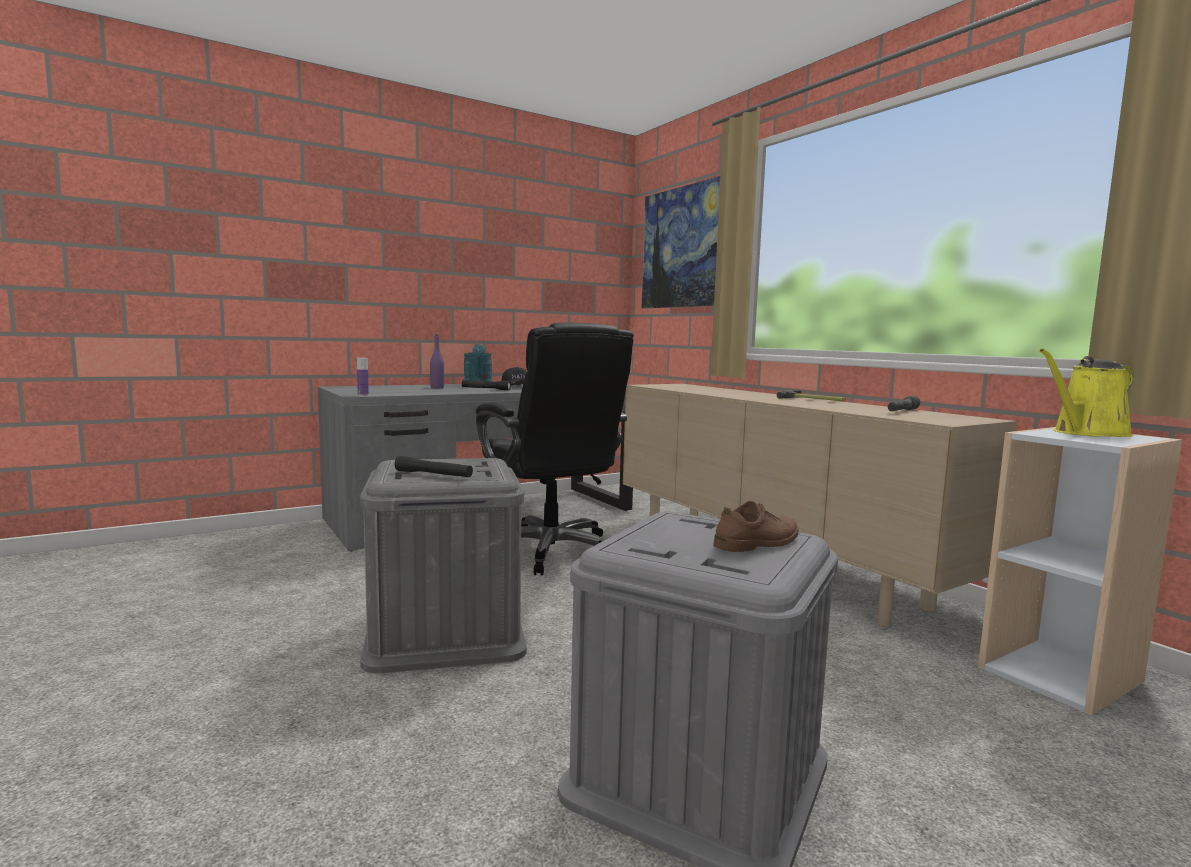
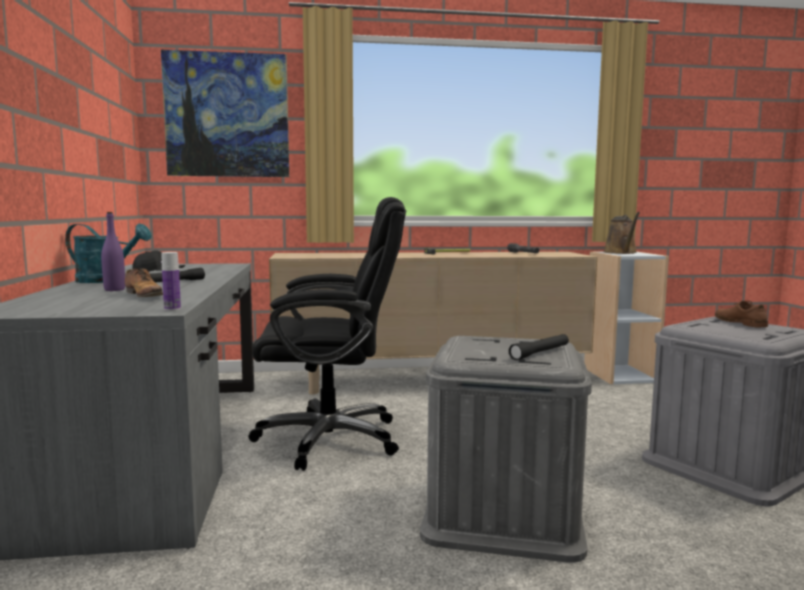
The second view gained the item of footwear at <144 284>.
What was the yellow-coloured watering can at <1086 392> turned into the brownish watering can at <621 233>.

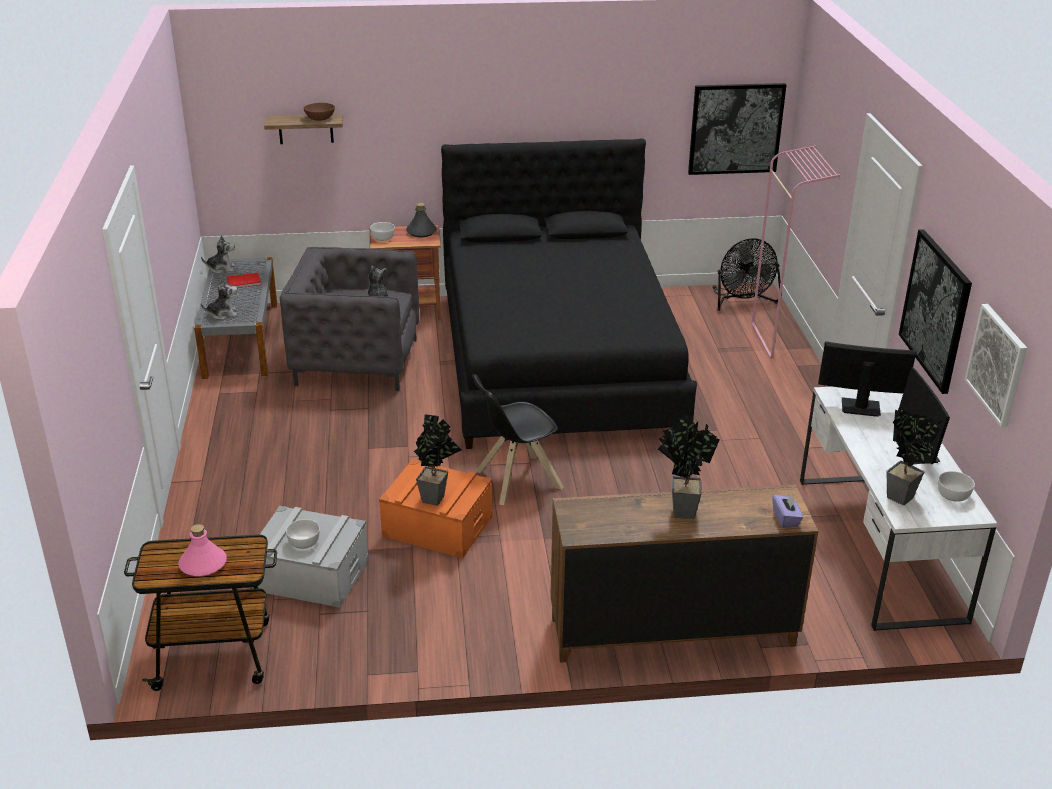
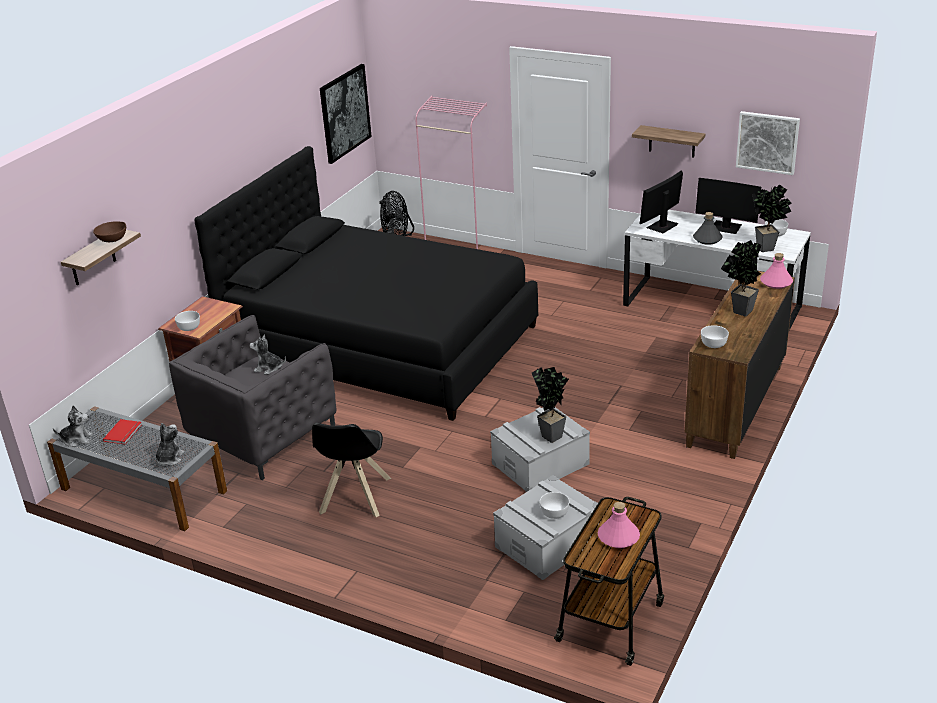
The soft toy at <218 254> ended up facing another way, 60 degrees clockwise from before.
The blackish upright chair ended up elsewhere, having gone from <517 439> to <351 470>.
What was the orange storage bin at <436 508> turned into the gray storage bin at <540 449>.
Where the wall picture hung at <935 311>, the bracket shelf came to hang at <668 141>.
The gray bottle ended up elsewhere, having gone from <421 220> to <708 228>.
The second view gained the white bowl at <715 336>.
Where the purplish tissue holder stood at <787 511>, the pink-coloured bottle came to stand at <776 271>.

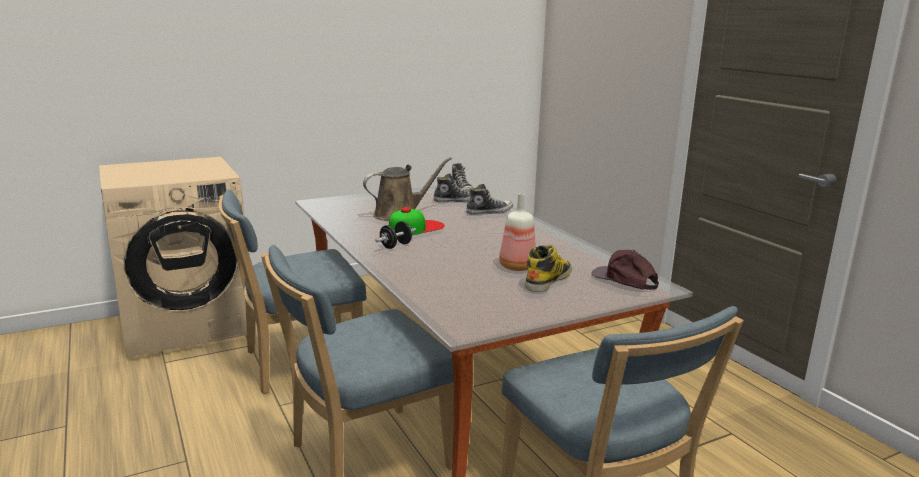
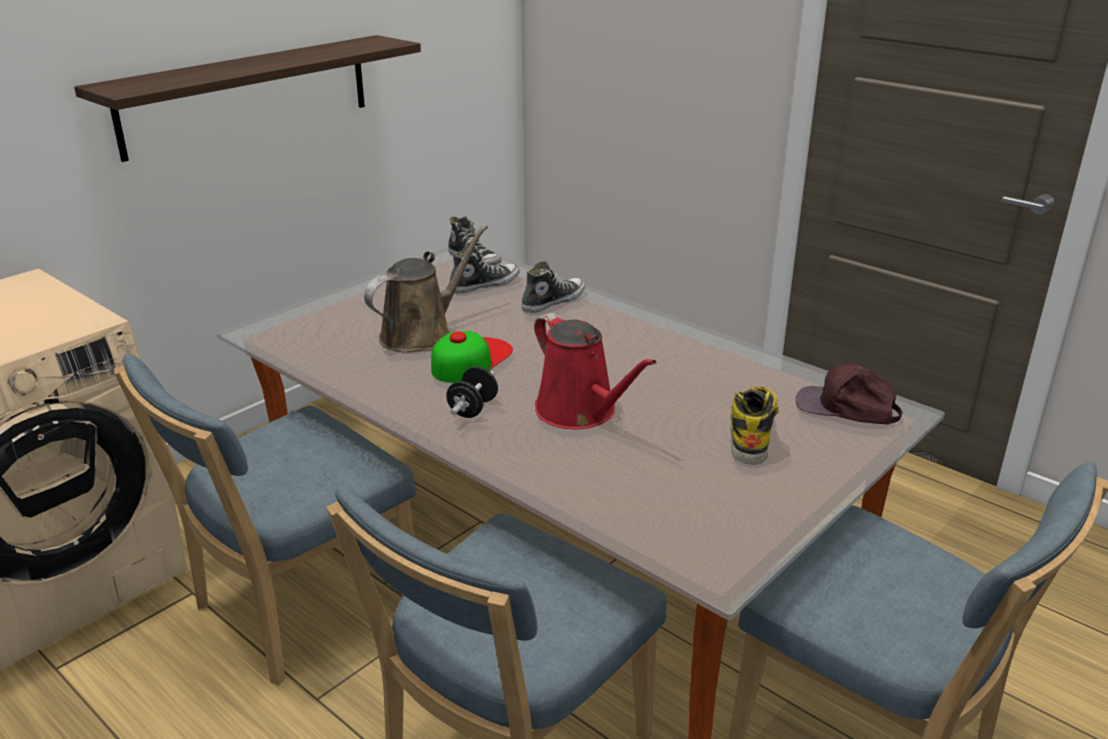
The second view gained the bracket shelf at <247 98>.
The second view gained the red watering can at <595 371>.
The second view lost the bottle at <517 232>.

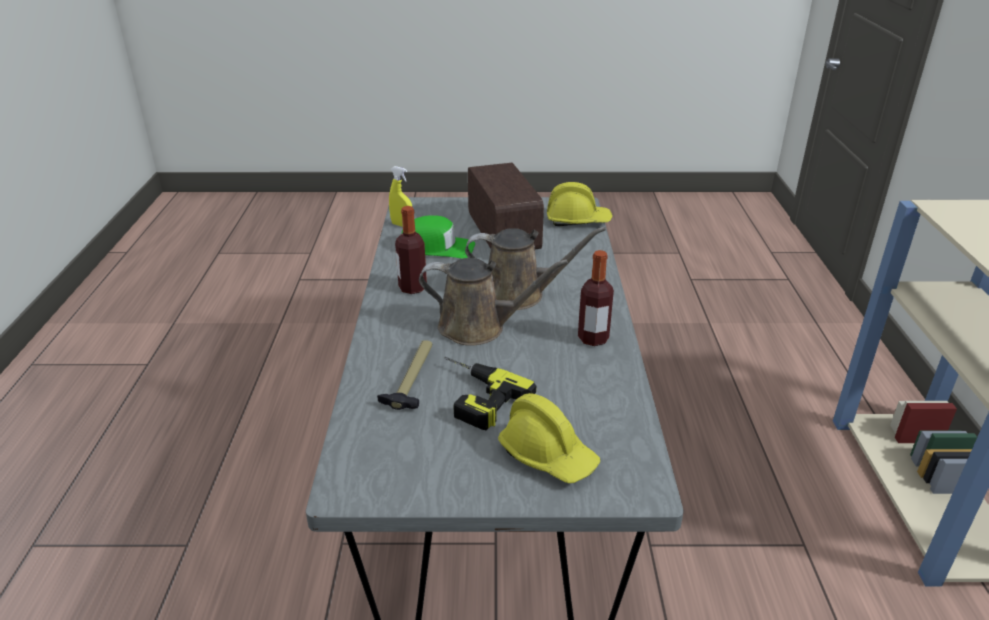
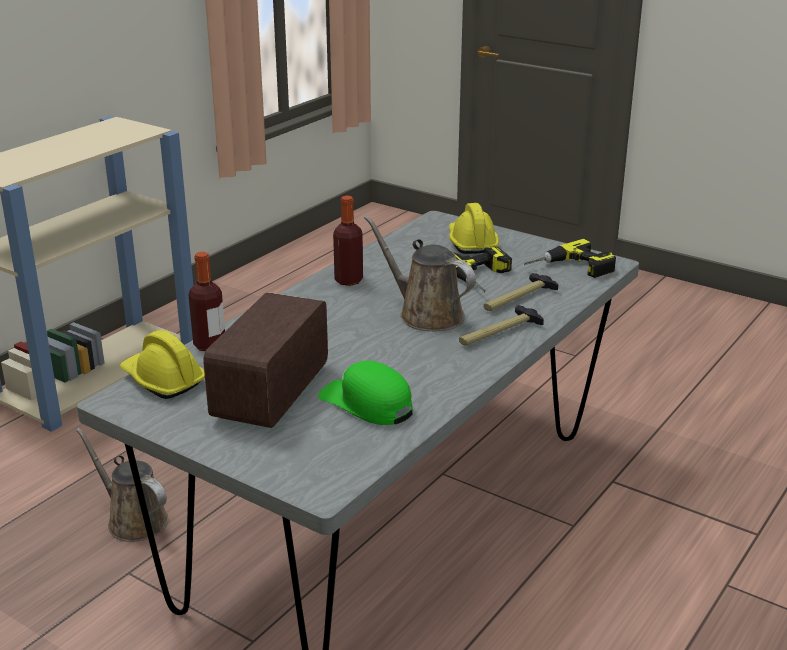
The brownish watering can ended up elsewhere, having gone from <535 268> to <122 485>.
The bottle ended up elsewhere, having gone from <411 250> to <206 301>.
The second view gained the tool hammer at <501 326>.
The second view gained the power drill at <570 258>.
The second view lost the yellow-coloured hand sprayer at <400 196>.

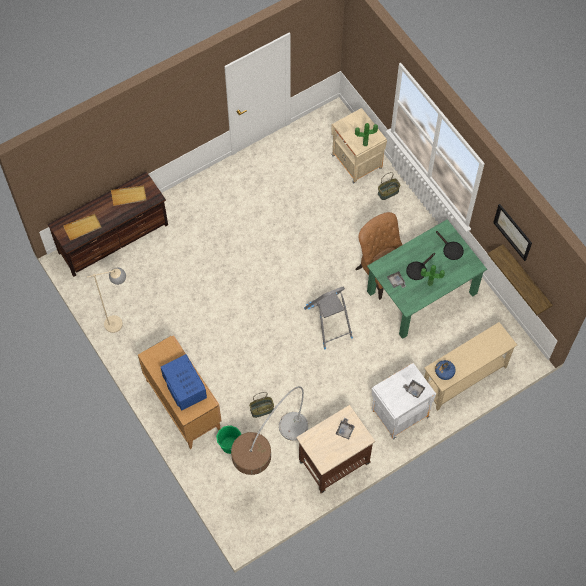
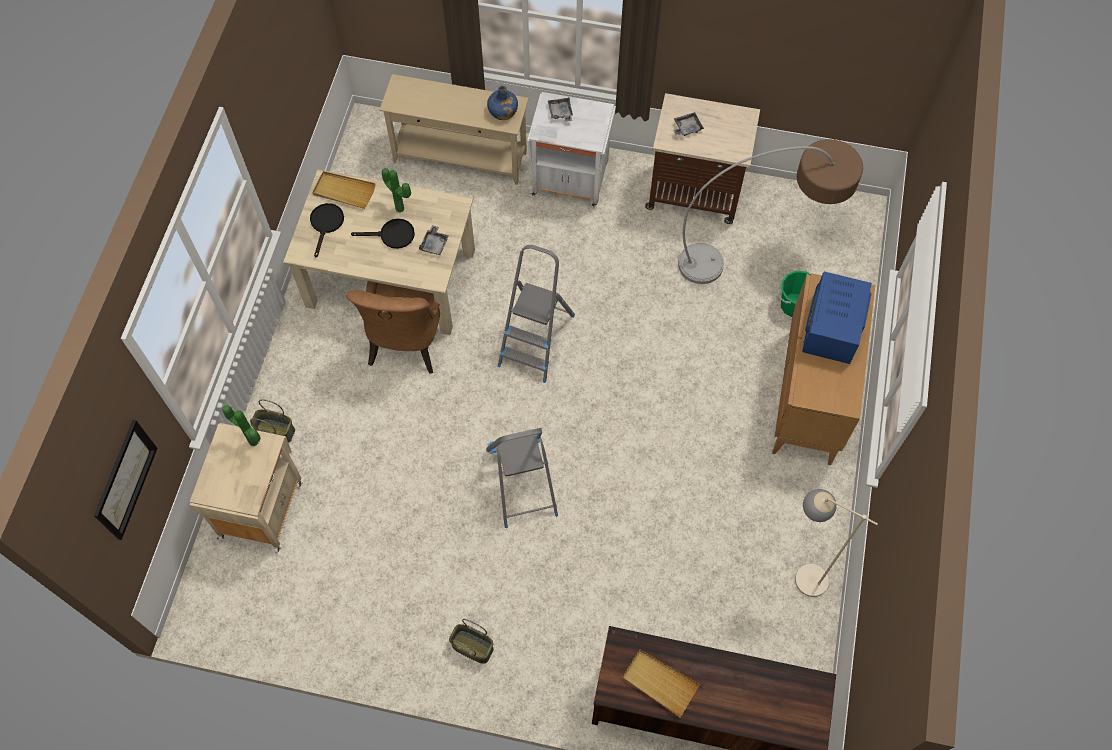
The wall picture ended up elsewhere, having gone from <512 232> to <126 480>.
What was the greenish dining table at <427 279> turned into the sand-coloured dining table at <379 252>.
The sand-coloured tray ended up elsewhere, having gone from <82 227> to <344 190>.
The basket ended up elsewhere, having gone from <261 405> to <471 641>.
The second view gained the gray stepladder at <522 478>.
The second view lost the bracket shelf at <520 279>.

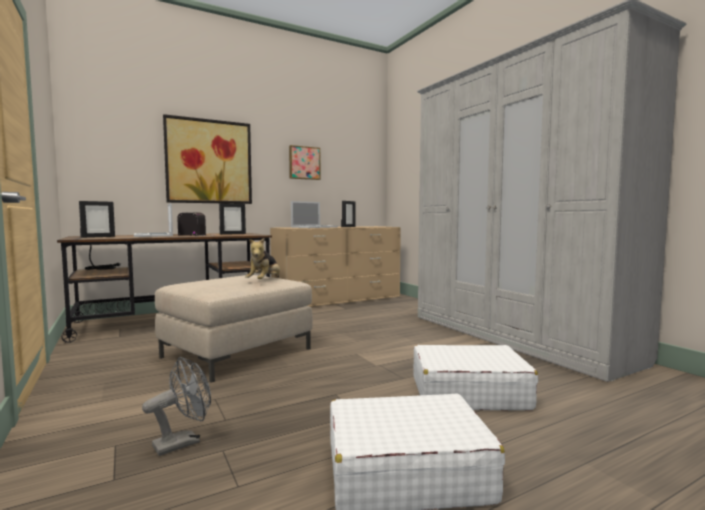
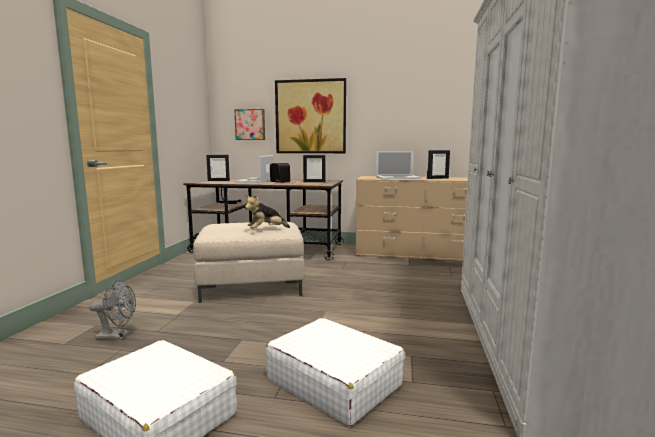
The wall picture ended up elsewhere, having gone from <305 162> to <249 124>.

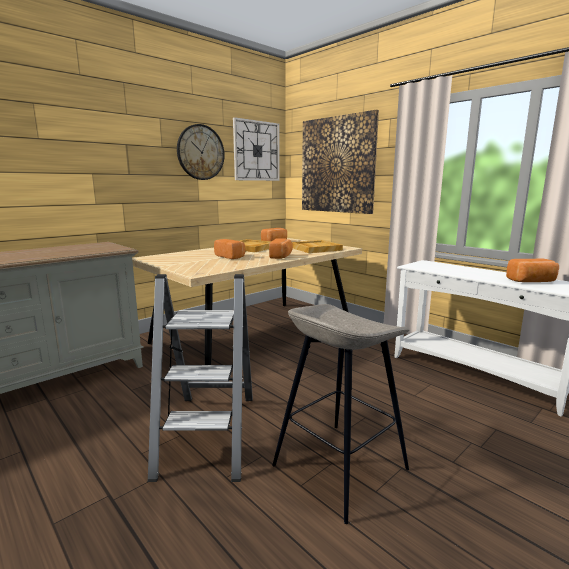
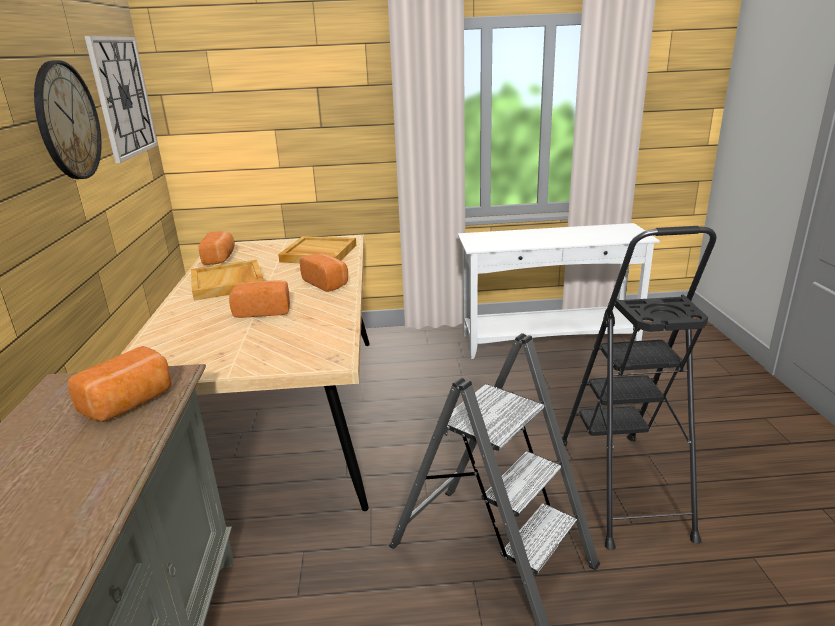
The baked bread ended up elsewhere, having gone from <532 270> to <120 384>.
Where the gray sitting stool stood at <341 414>, the stepladder came to stand at <639 388>.
The second view lost the wall picture at <340 162>.

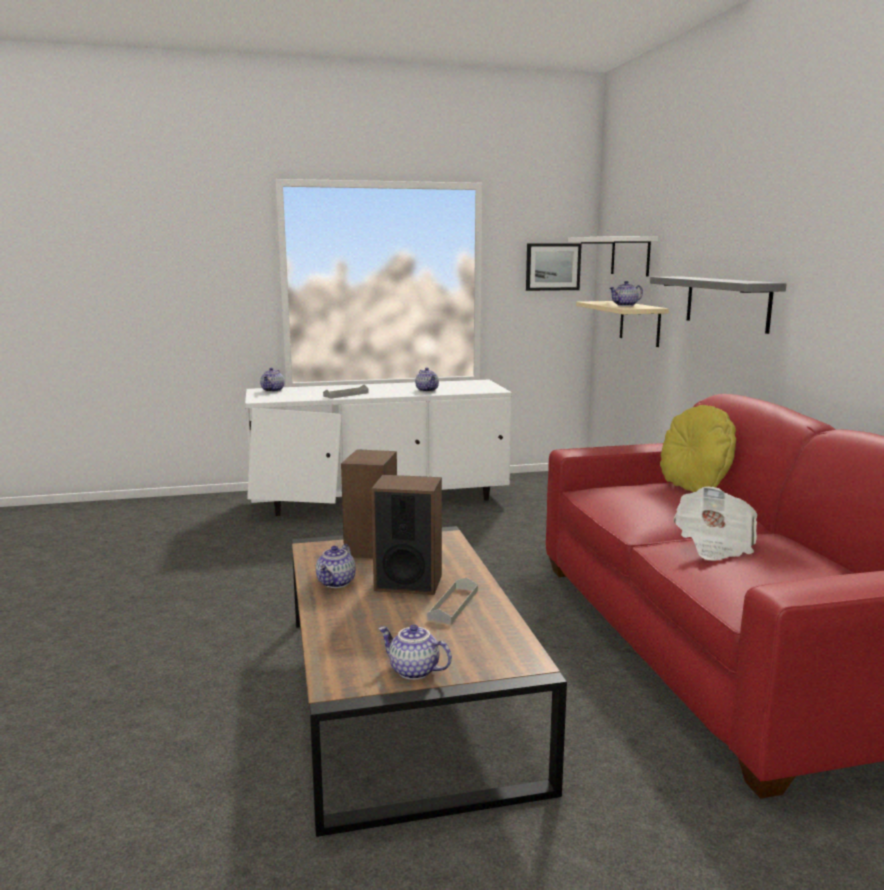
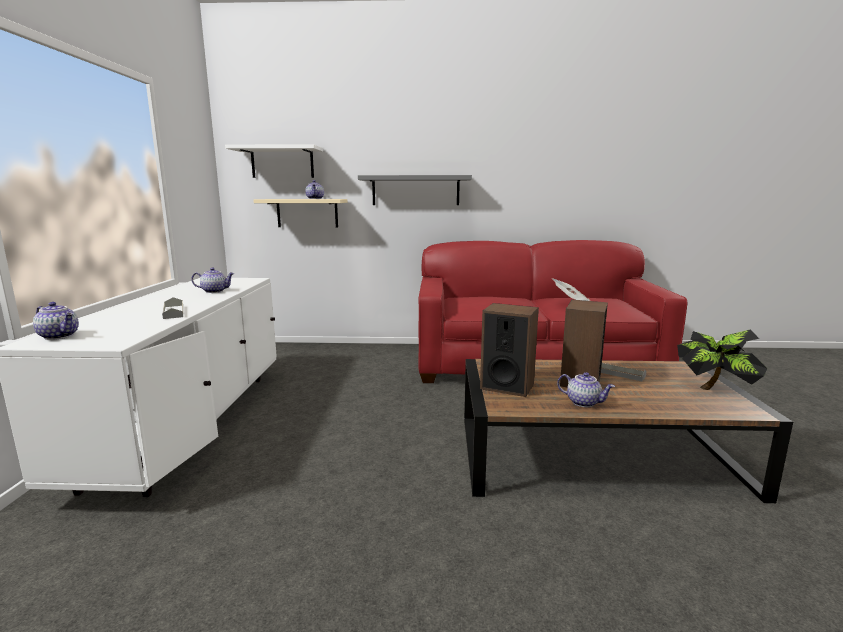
Where the tea pot stood at <415 652>, the houseplant came to stand at <722 359>.
The second view lost the wall picture at <554 267>.
The second view lost the yellow-coloured pillow at <698 448>.

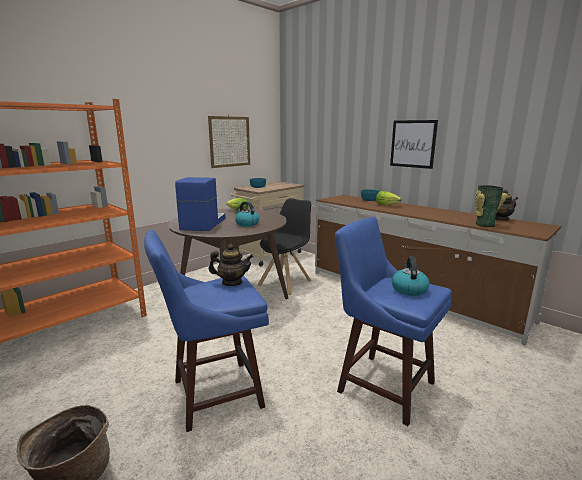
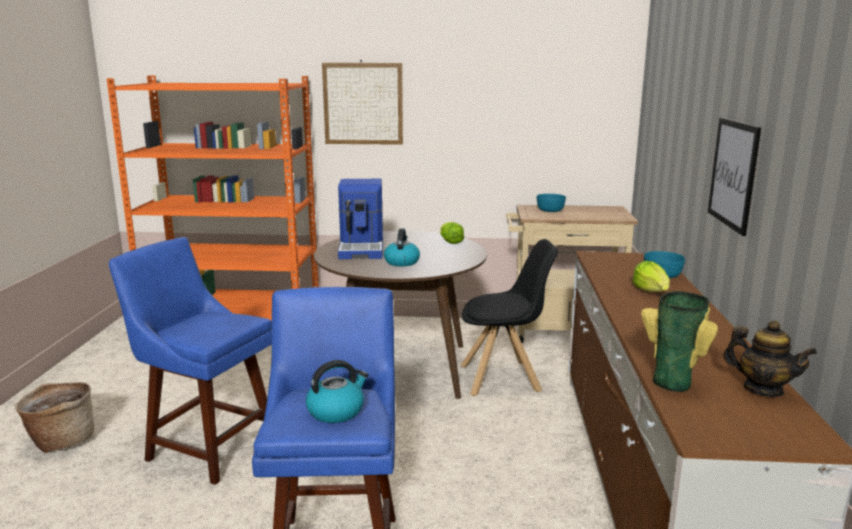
The wall picture ended up elsewhere, having gone from <229 141> to <362 102>.
The coffee maker at <200 204> ended up facing another way, 120 degrees clockwise from before.
The second view lost the tea pot at <230 265>.

